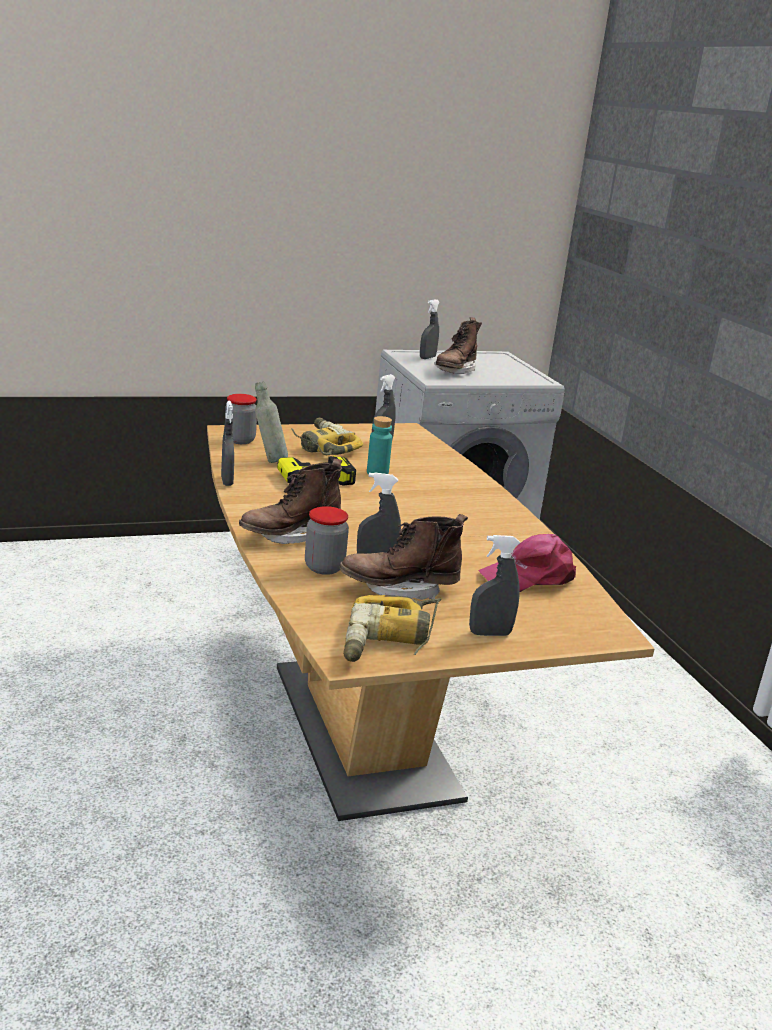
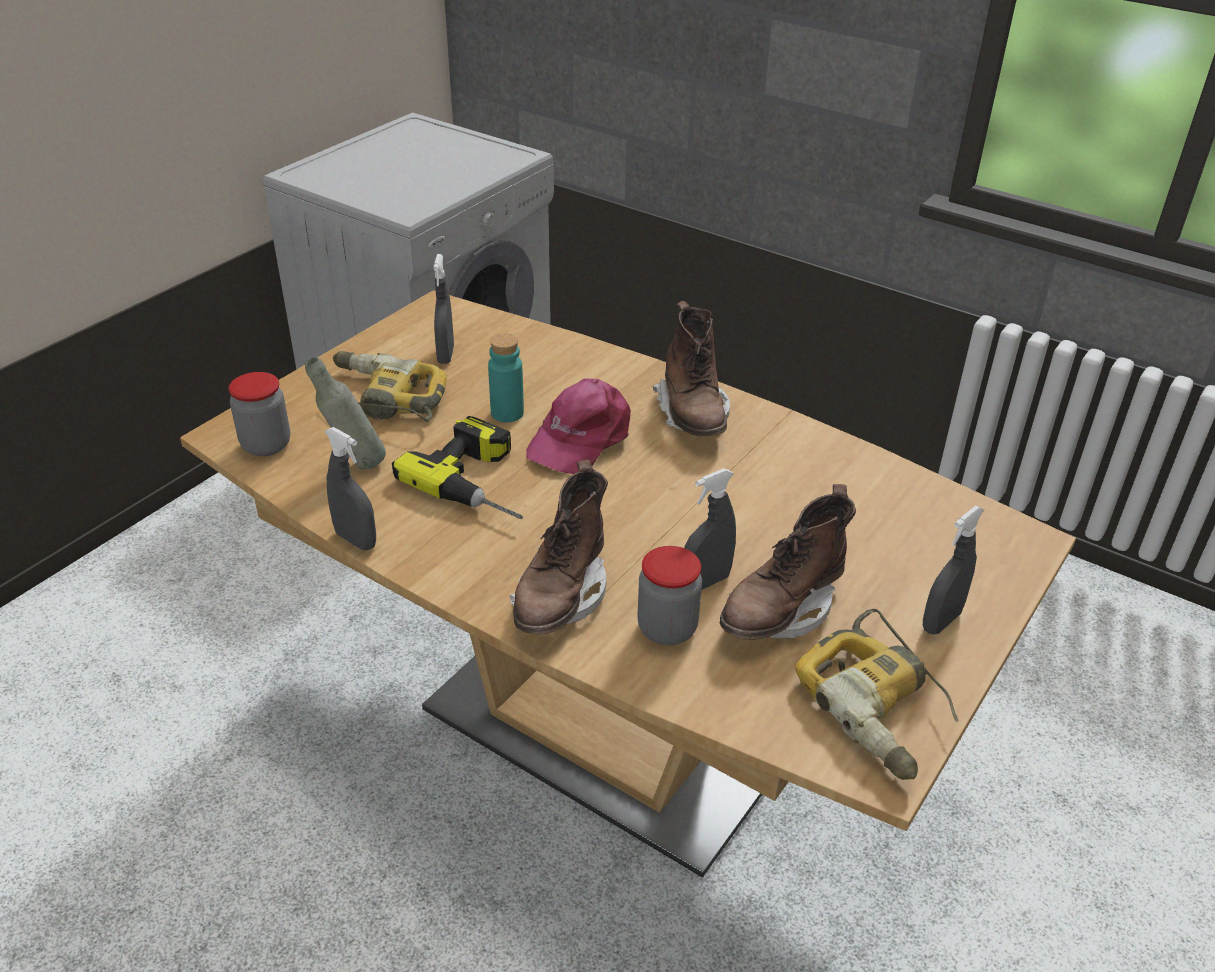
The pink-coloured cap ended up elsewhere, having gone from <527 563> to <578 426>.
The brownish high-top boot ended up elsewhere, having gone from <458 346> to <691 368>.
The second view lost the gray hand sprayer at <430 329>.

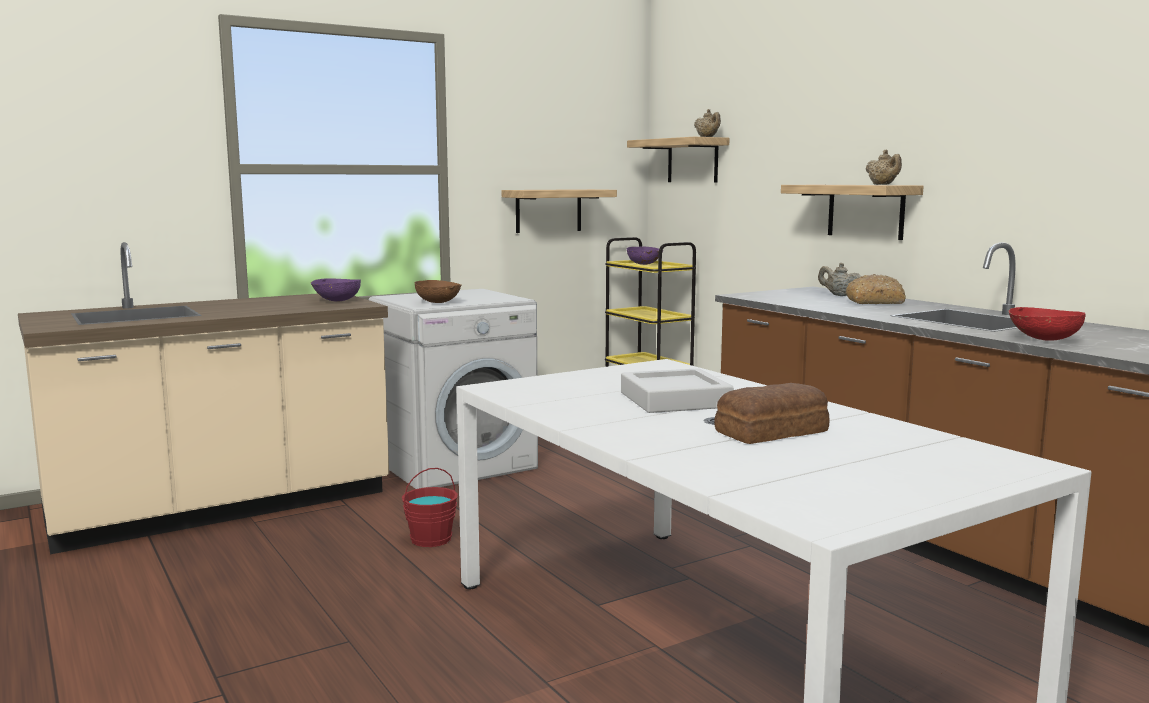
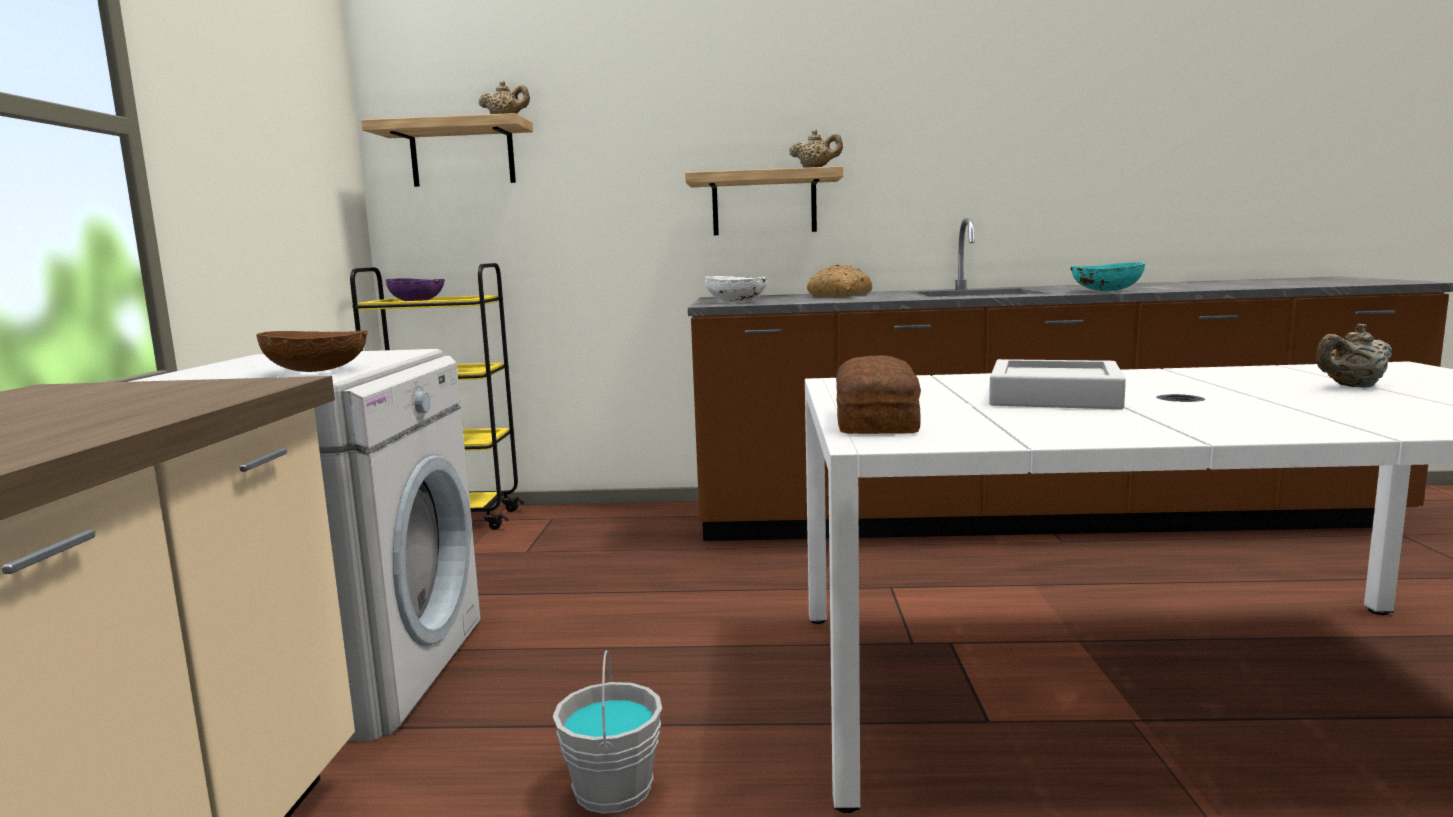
What was the red water bucket at <430 507> turned into the gray water bucket at <607 732>.
The second view gained the white bowl at <736 289>.
The baked bread ended up elsewhere, having gone from <772 413> to <878 394>.
What was the red bowl at <1047 324> turned into the turquoise-coloured bowl at <1107 276>.
The sand-coloured tea pot ended up elsewhere, having gone from <840 279> to <1354 355>.
The second view lost the purplish bowl at <336 290>.
The second view lost the bracket shelf at <559 211>.

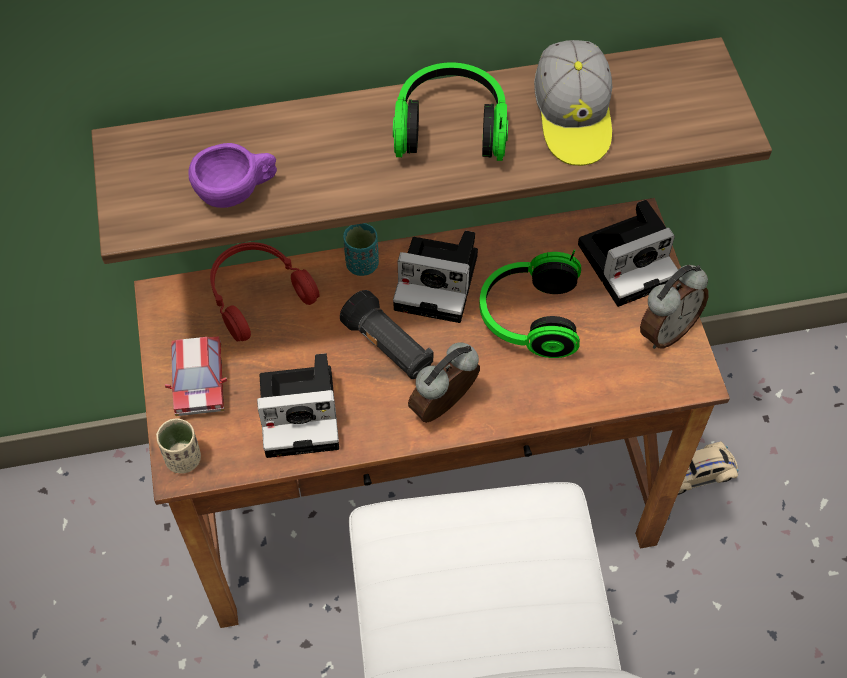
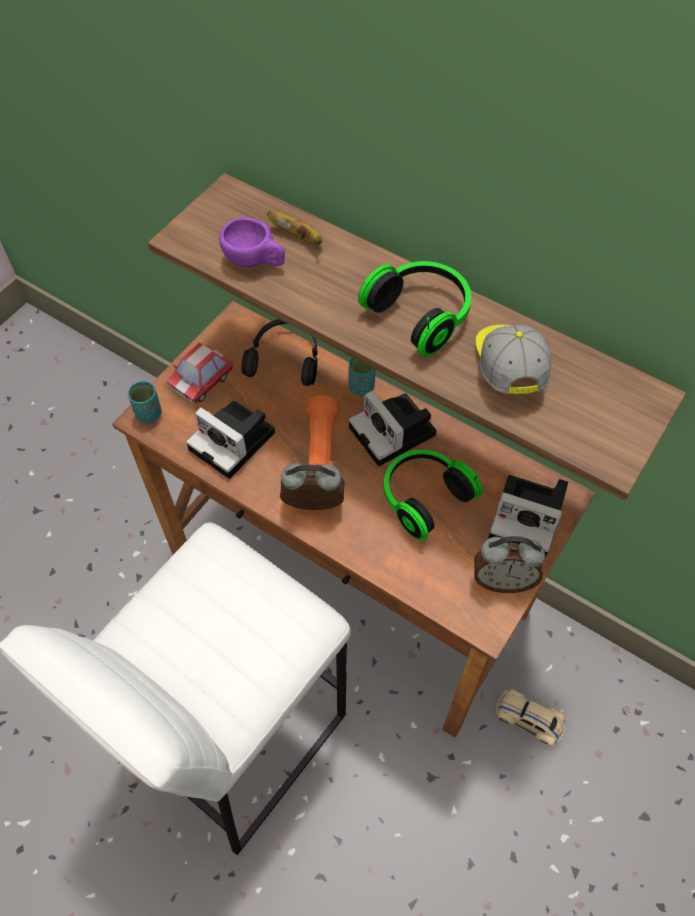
What was the sand-coloured cup at <178 446> turned into the turquoise-coloured cup at <145 402>.
What was the red headset at <265 292> turned into the blackish headset at <279 352>.
The second view gained the banana fruit at <294 228>.
What was the blackish flashlight at <386 334> turned into the orange flashlight at <322 430>.
The cap at <573 103> ended up facing another way, 135 degrees clockwise from before.

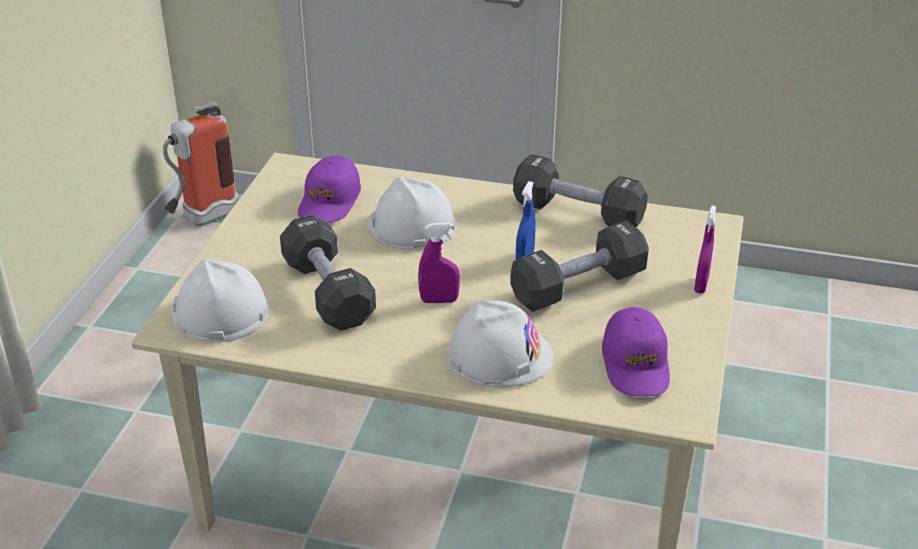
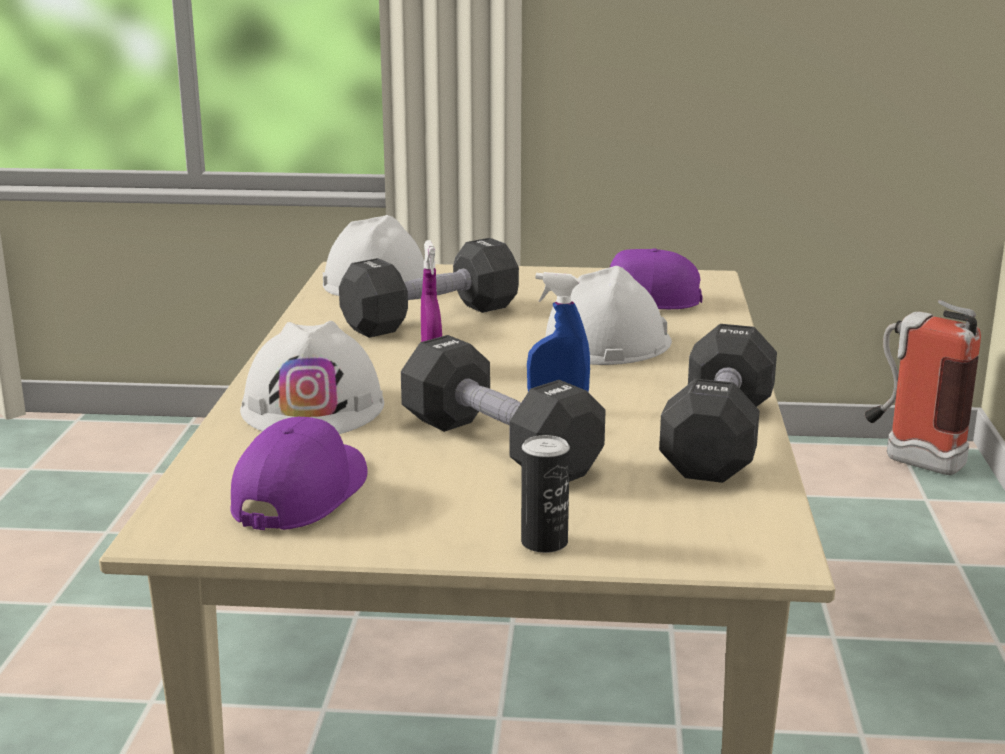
The purplish cap at <636 351> ended up facing another way, 120 degrees clockwise from before.
Where the purplish hand sprayer stood at <705 249>, the metal can came to stand at <545 494>.

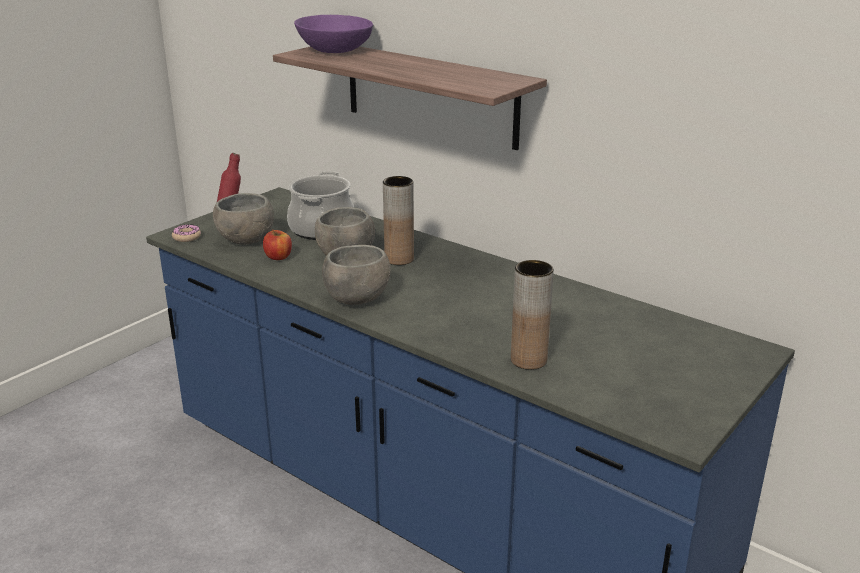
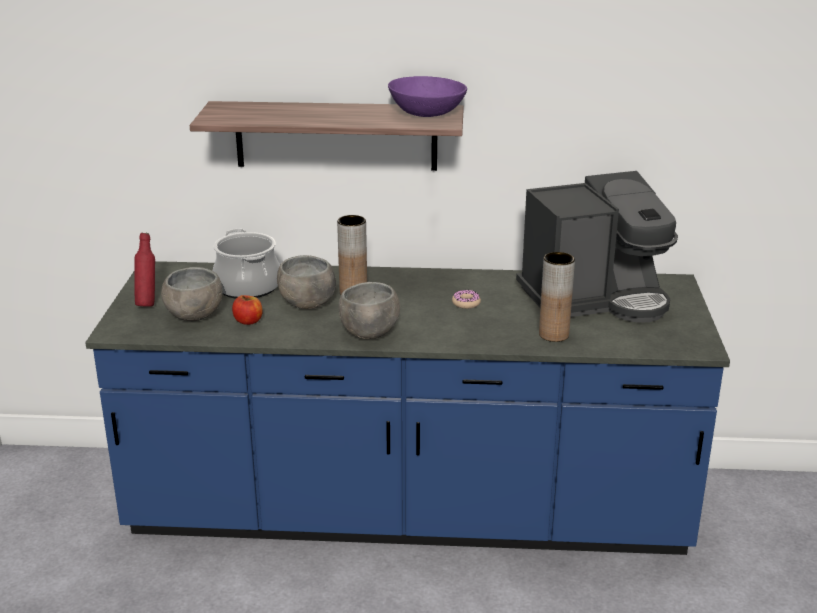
The purplish bowl ended up elsewhere, having gone from <333 34> to <427 96>.
The doughnut ended up elsewhere, having gone from <186 233> to <466 299>.
The second view gained the coffee maker at <597 247>.

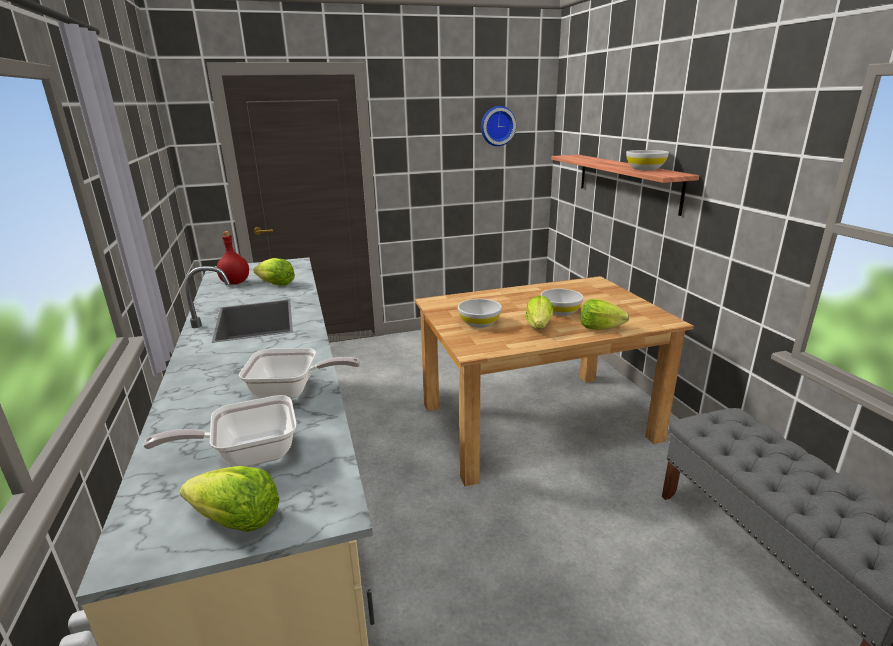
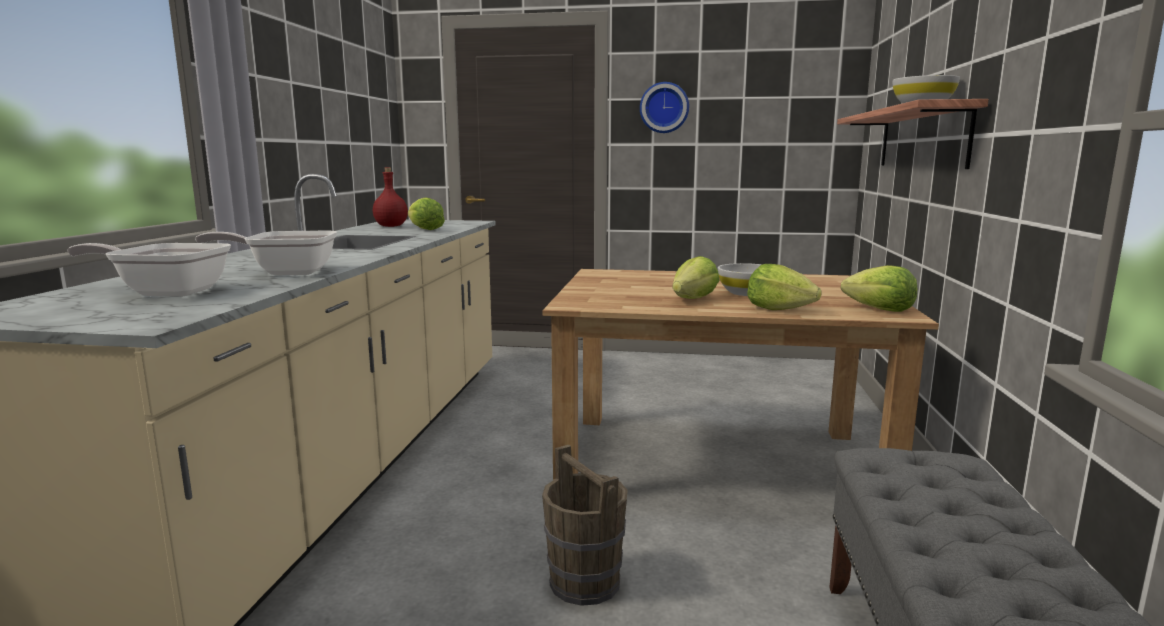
The frying pan at <299 373> ended up facing another way, 150 degrees clockwise from before.
The second view gained the brownish water bucket at <585 525>.
The hanging clock ended up elsewhere, having gone from <498 126> to <664 107>.
The lettuce head ended up elsewhere, having gone from <230 499> to <879 288>.
The second view lost the white bowl at <480 313>.

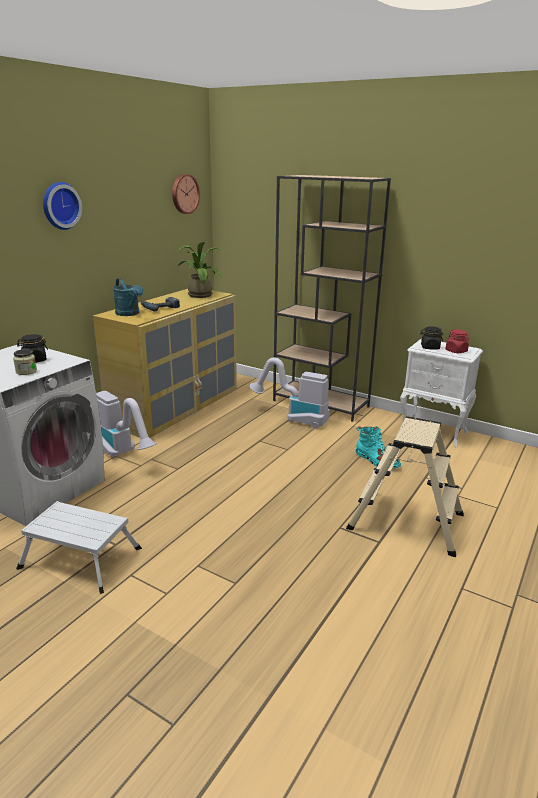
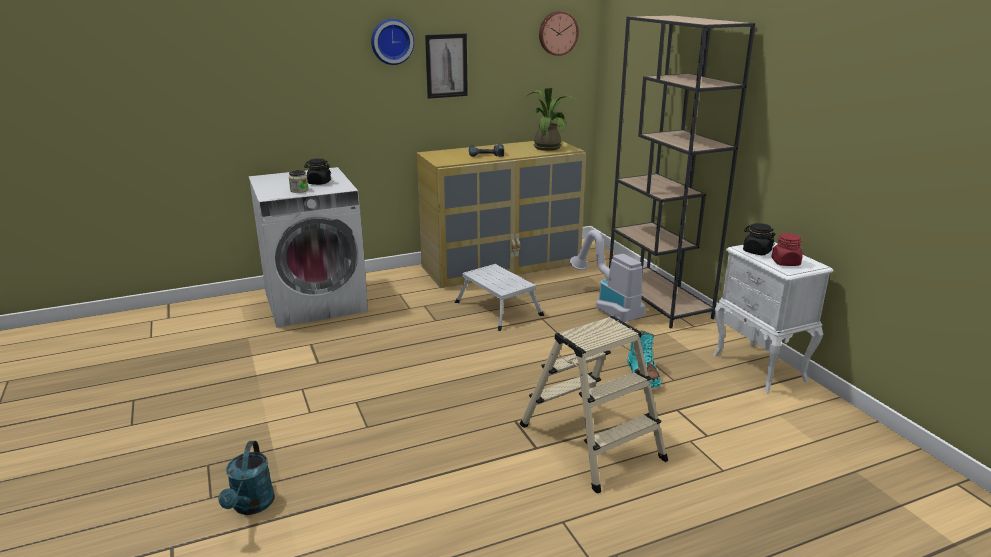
The turquoise-coloured watering can ended up elsewhere, having gone from <128 297> to <246 478>.
The second view gained the wall picture at <446 66>.
The white stepladder ended up elsewhere, having gone from <79 547> to <499 297>.
The second view lost the vacuum at <126 424>.

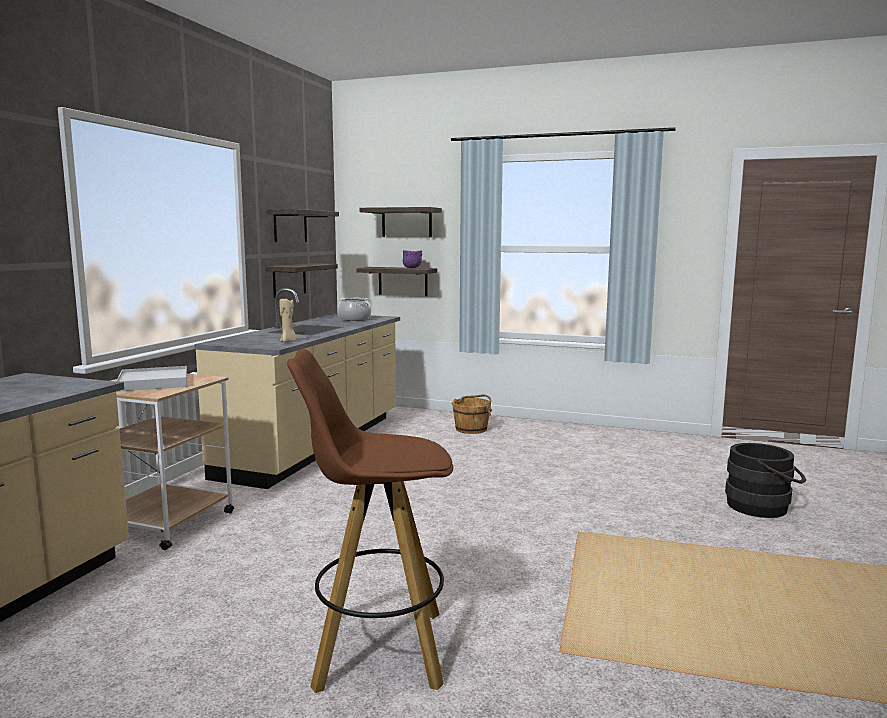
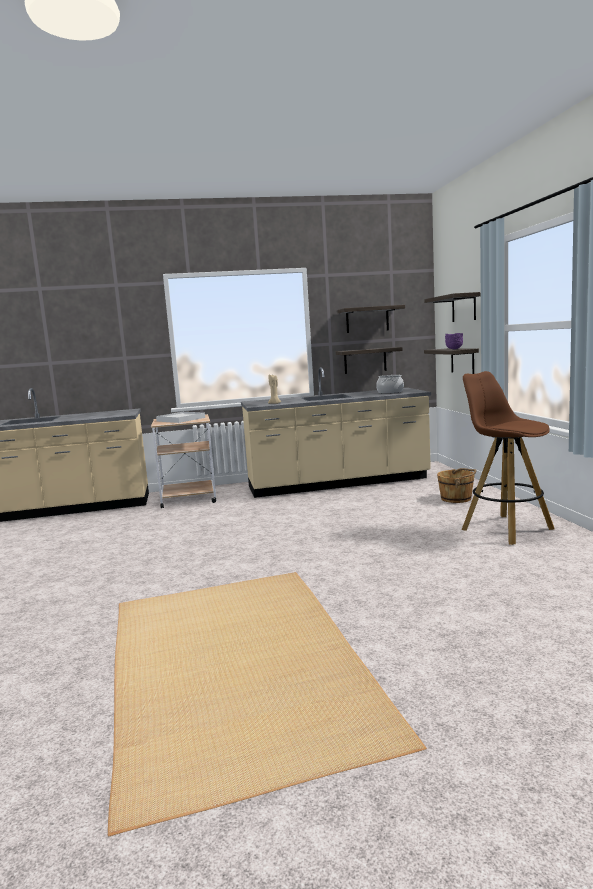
The brownish sitting stool ended up elsewhere, having gone from <370 521> to <508 458>.
The second view lost the blackish water bucket at <765 480>.

